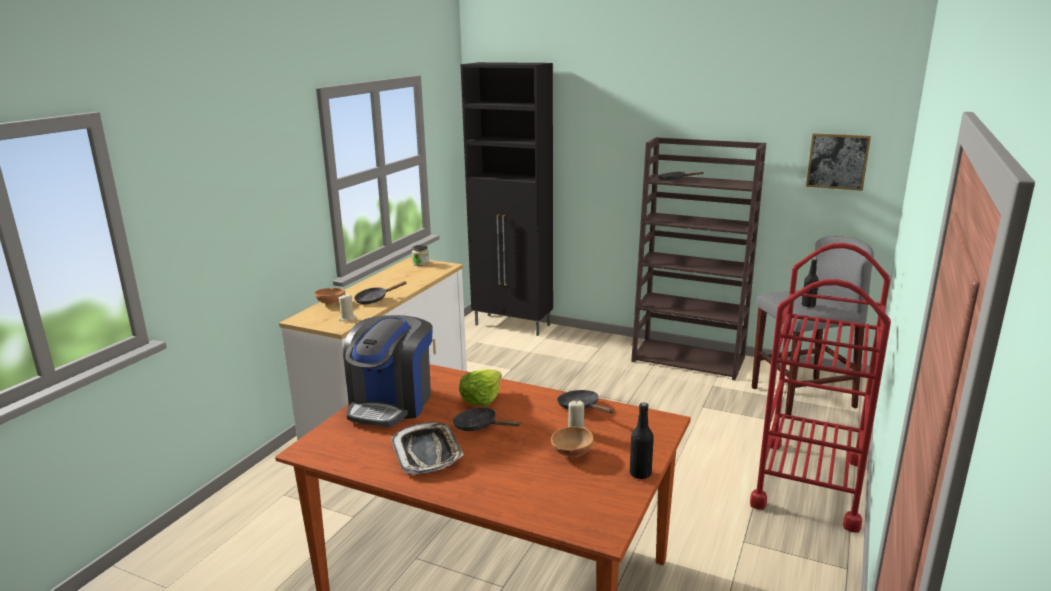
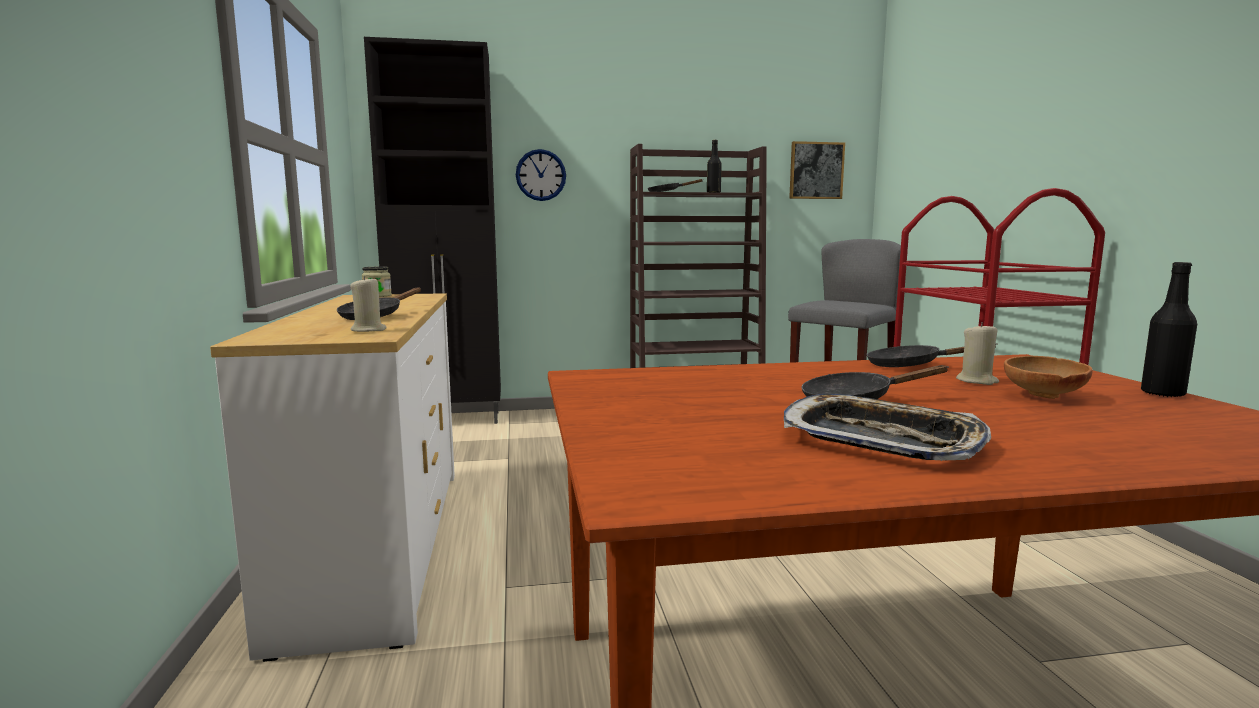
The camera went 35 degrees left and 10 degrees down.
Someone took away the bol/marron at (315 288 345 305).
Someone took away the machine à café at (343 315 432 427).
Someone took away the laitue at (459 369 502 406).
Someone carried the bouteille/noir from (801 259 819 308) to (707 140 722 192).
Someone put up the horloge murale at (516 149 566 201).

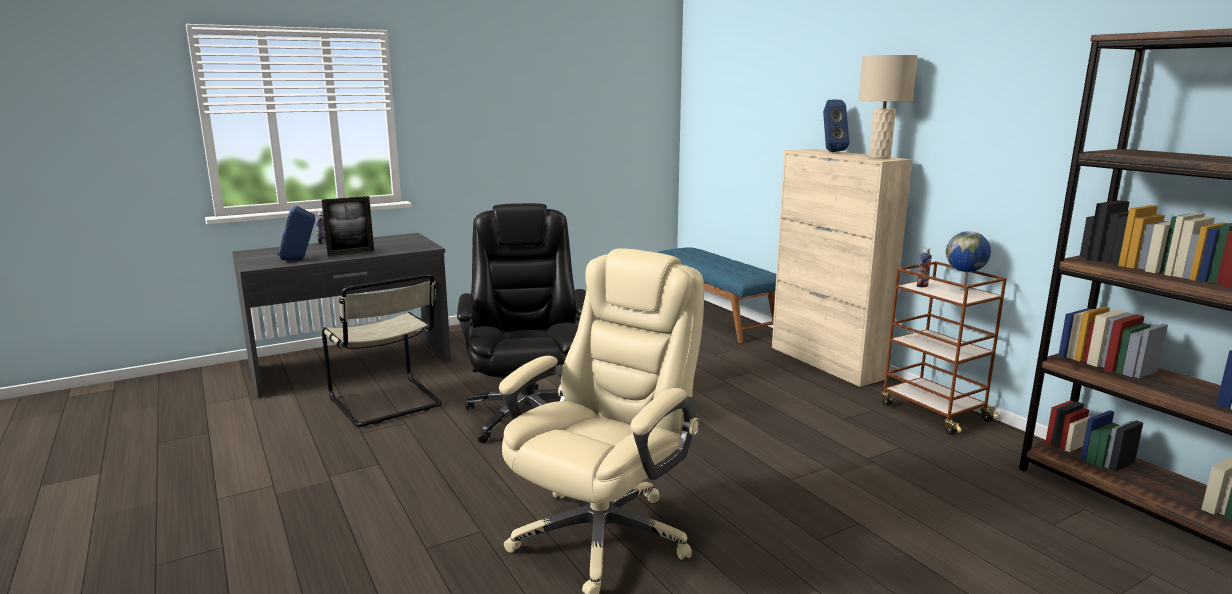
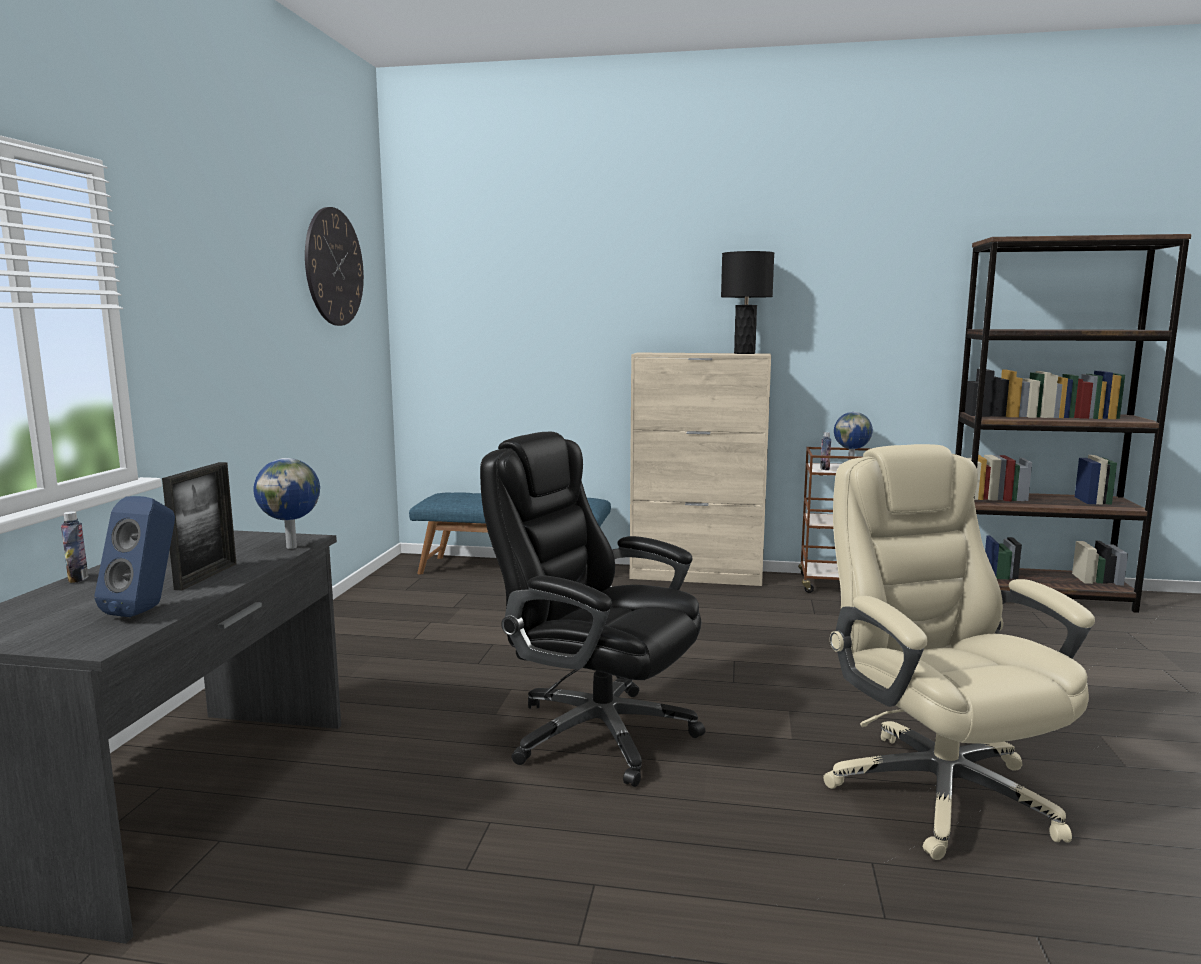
The camera went 50 degrees left and 5 degrees down.
Someone took away the chaise/beige at (322 274 442 427).
Someone took away the enceinte/bleu at (823 100 849 152).
Someone repainted the lampe de table/beige at (859 55 918 159), which became the lampe de table/noir at (721 251 774 354).
Someone put down the globe at (254 458 320 549).
Someone put up the horloge murale at (305 207 364 326).

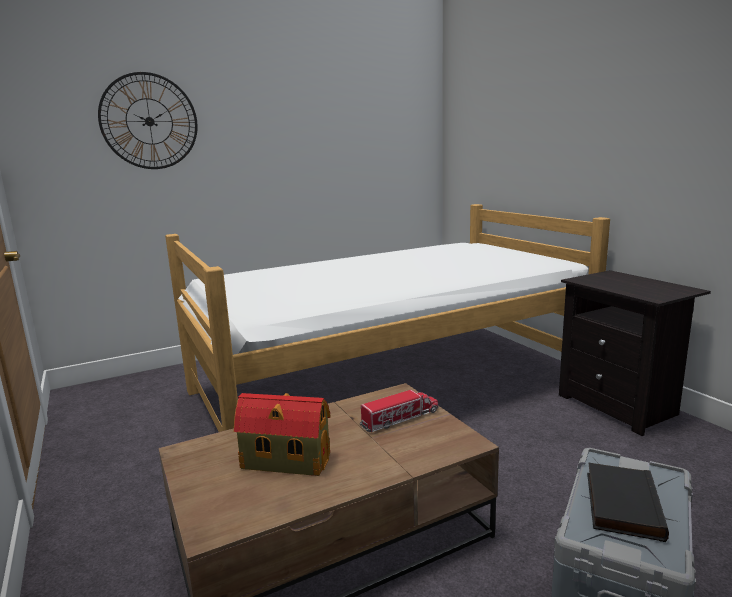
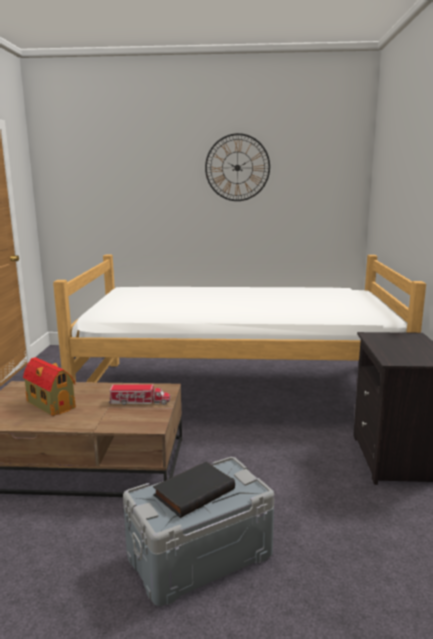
The camera went 30 degrees right and 0 degrees up.
Someone carried the horloge murale from (98 72 198 169) to (205 133 270 201).

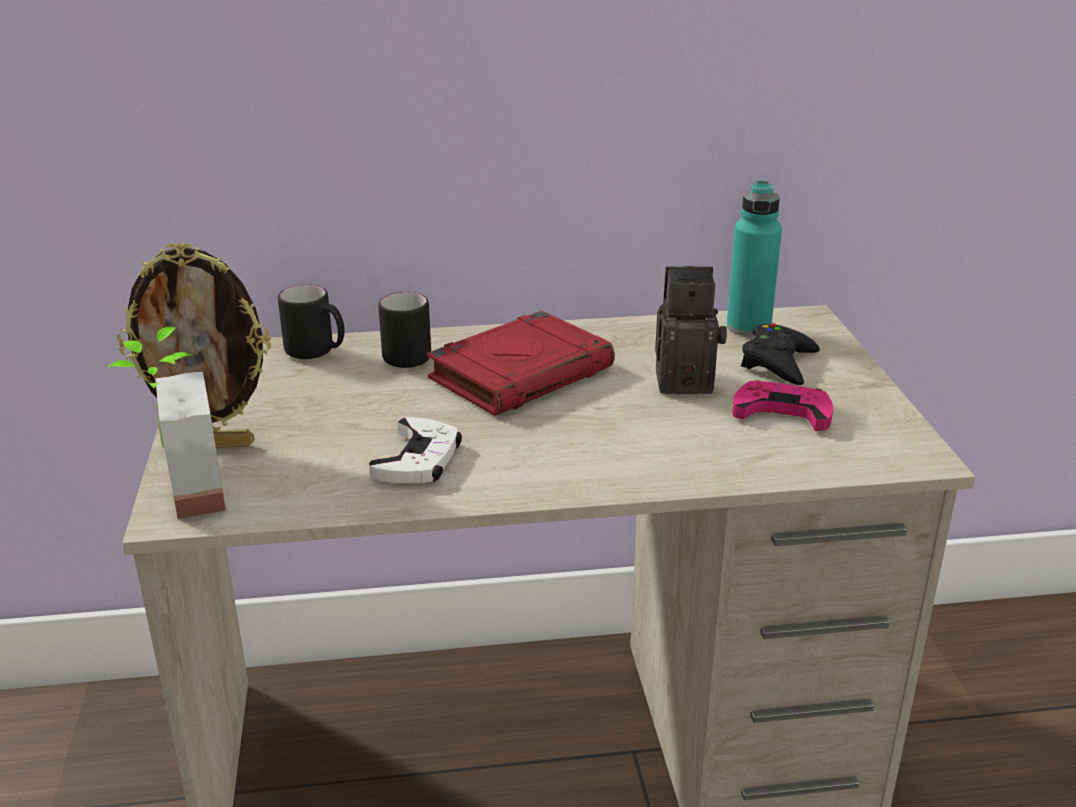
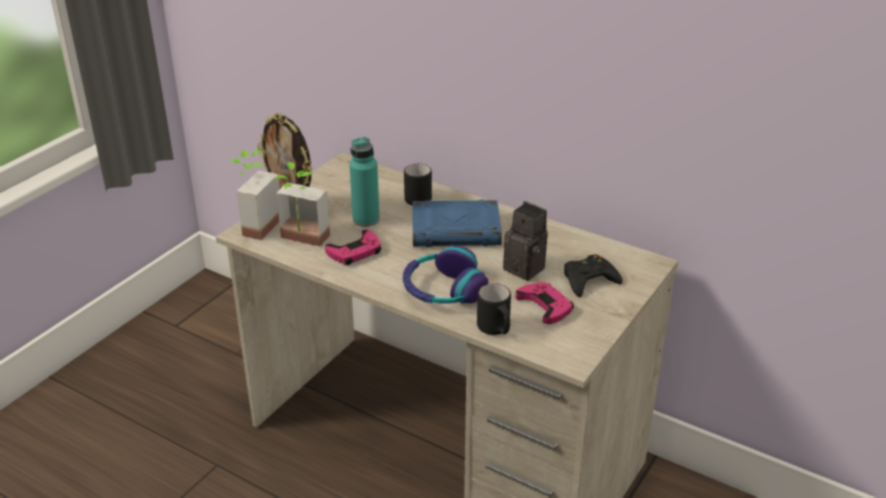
The camera went 40 degrees right and 5 degrees up.
Someone carried the mug/noir from (278 285 345 359) to (477 283 511 335).
Someone repainted the manette/blanc at (369 417 462 483), which became the manette/rose at (325 230 381 265).
Someone repainted the livre/rouge at (427 311 615 416), which became the livre/bleu at (412 199 502 247).
Someone carried the bouteille/turquoise from (726 180 782 337) to (349 137 380 227).
Someone put down the plante en pot at (275 162 330 246).
Someone put down the casque audio at (403 246 489 304).

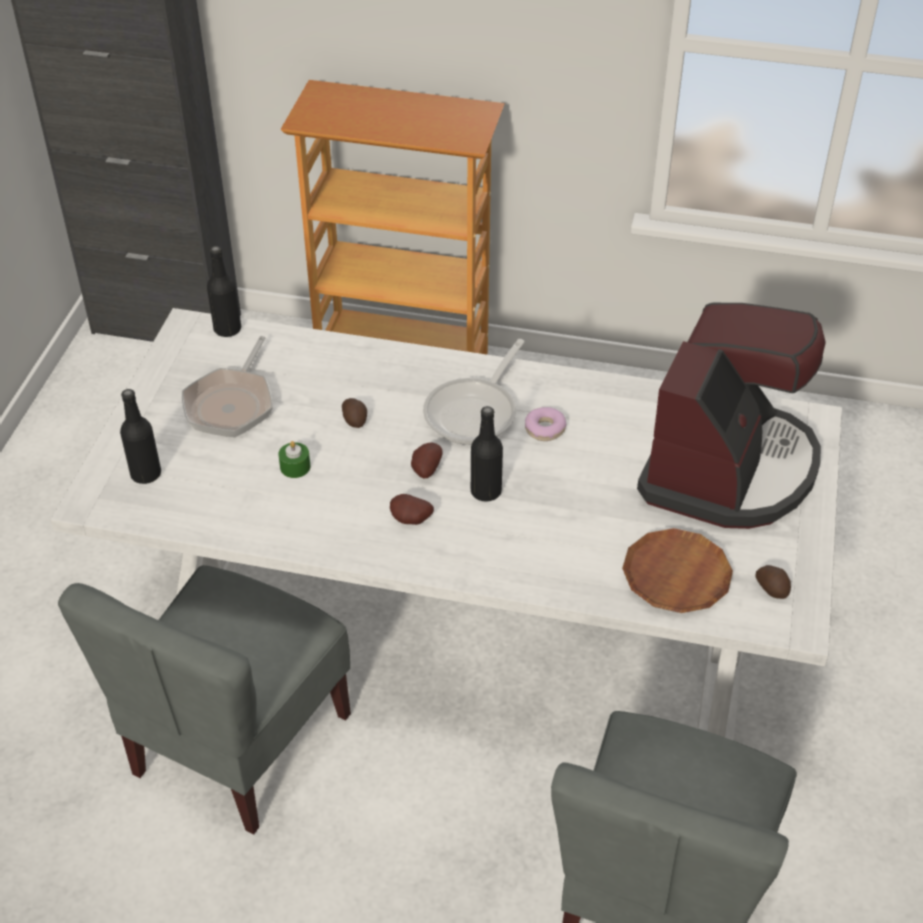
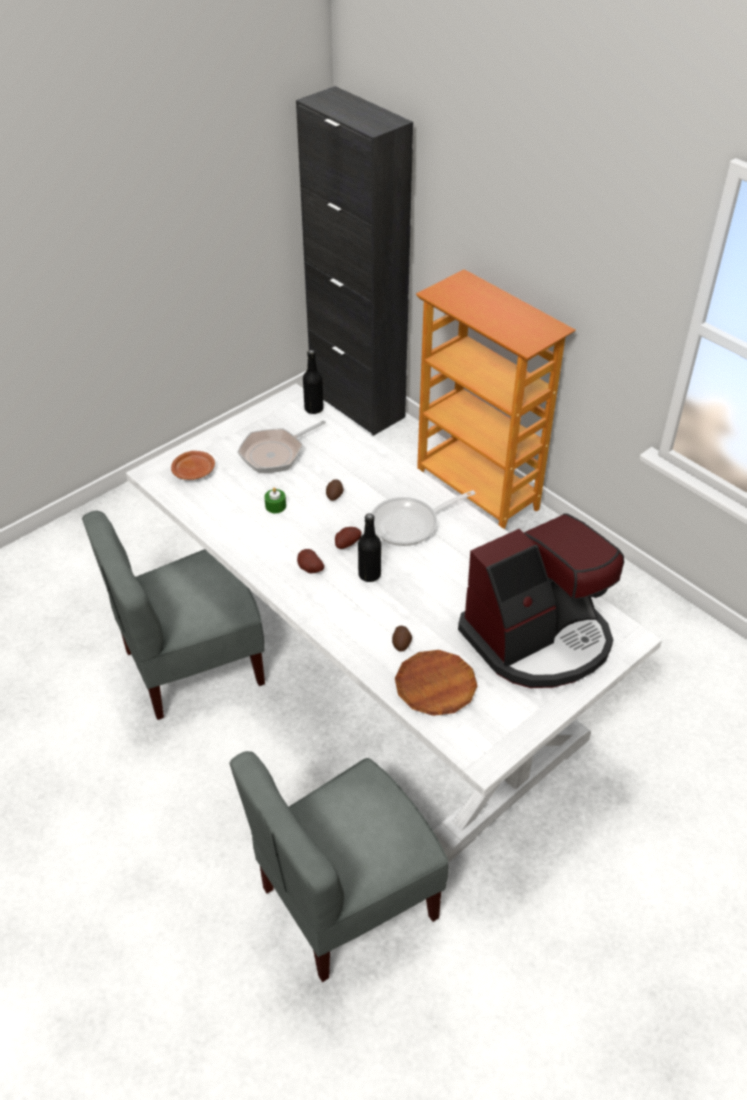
The camera went 35 degrees right and 0 degrees up.
Someone swapped the bouteille/noir at (120 389 161 484) for the assiette/marron at (171 451 215 480).
Someone took away the beignet at (525 407 566 441).
Someone carried the pomme de terre from (755 565 791 599) to (392 626 412 652).

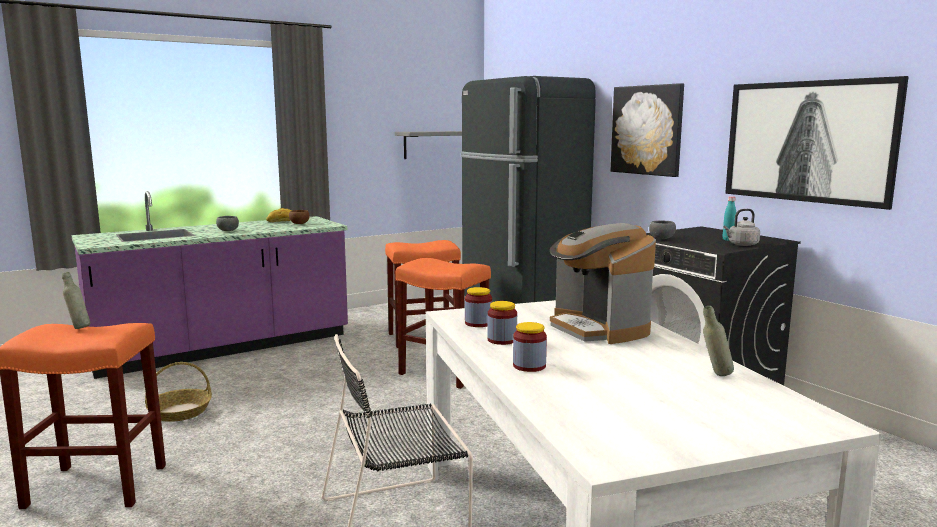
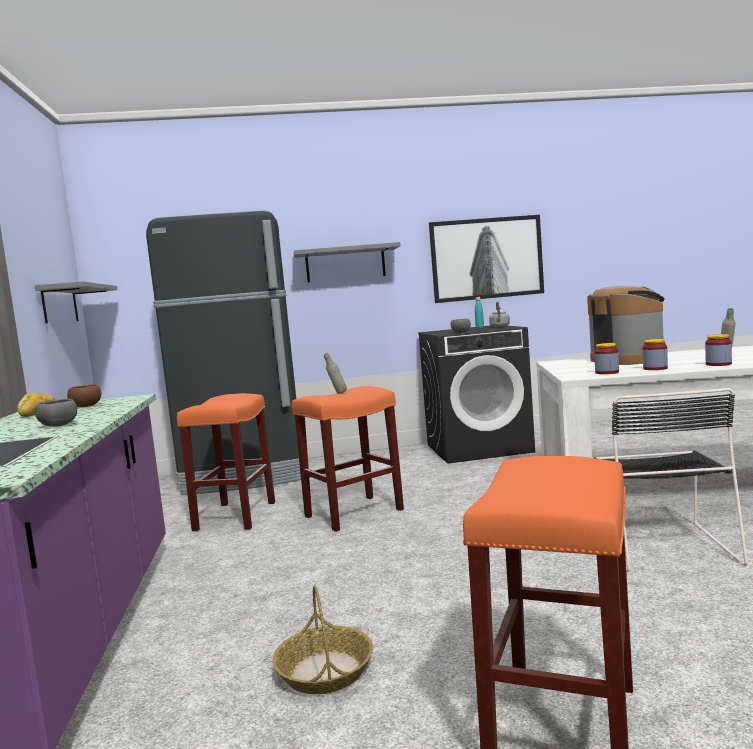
The camera went 65 degrees left and 5 degrees down.
Someone carried the bouteille/gris from (62 272 90 329) to (324 353 347 394).
Someone rotated the machine à café at (550 223 656 344) by 105 degrees counterclockwise.
Someone swapped the tableau at (611 83 684 177) for the étagère/gris at (294 242 401 282).

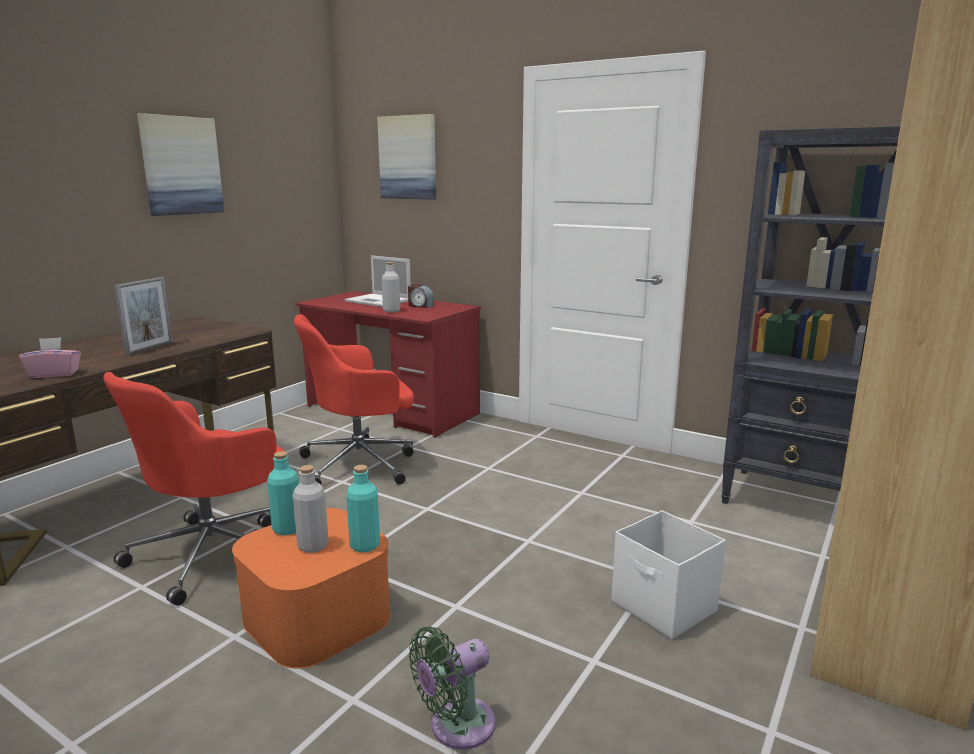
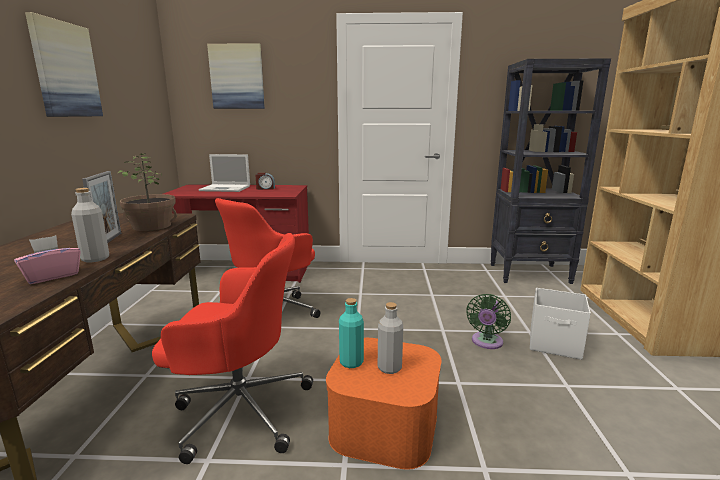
The camera went 30 degrees left and 0 degrees up.
Someone rotated the chaise de bureau/rouge at (103 372 285 606) by 90 degrees counterclockwise.
Someone took away the bouteille/turquoise at (346 465 380 552).
Someone carried the bouteille/gris from (381 262 400 313) to (71 188 109 262).
Someone carried the ventilateur/vert from (409 626 495 749) to (466 294 511 349).
Someone put down the plante en pot at (118 153 177 231).

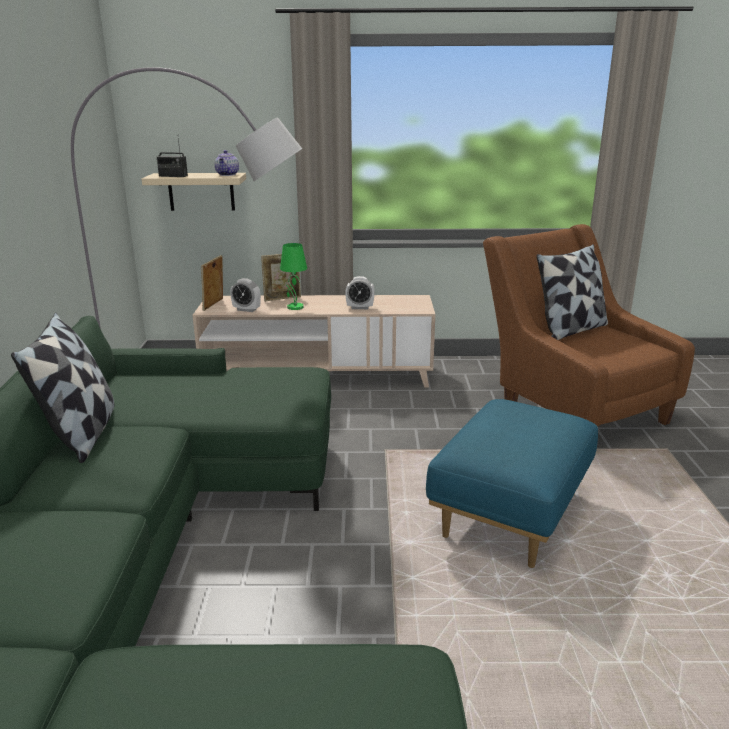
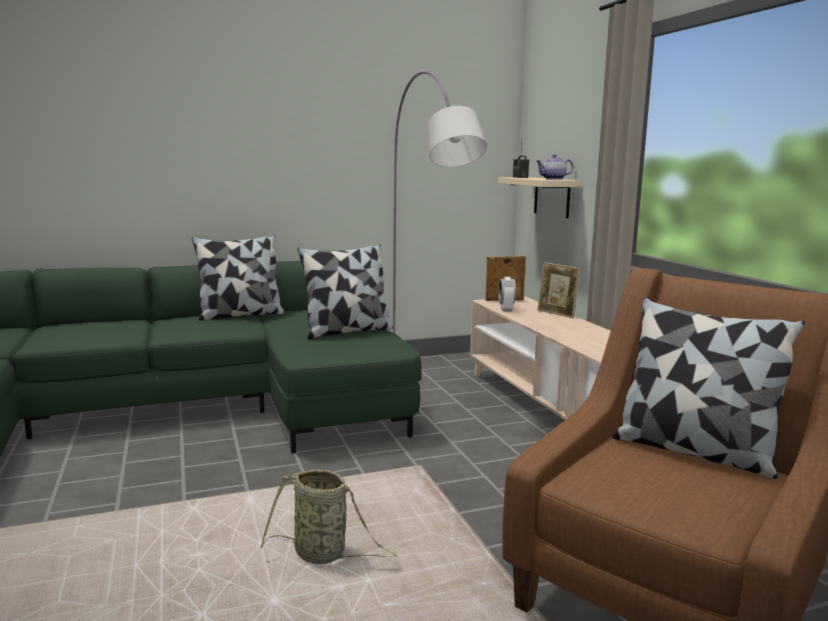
The camera went 70 degrees right and 10 degrees down.
Someone took away the lampe de table/vert at (280 243 307 310).
Someone took away the réveil at (345 276 375 309).
Someone swapped the pouf/bleu at (426 399 598 568) for the panier at (260 469 398 564).
Someone put down the coussin at (297 245 393 339).

